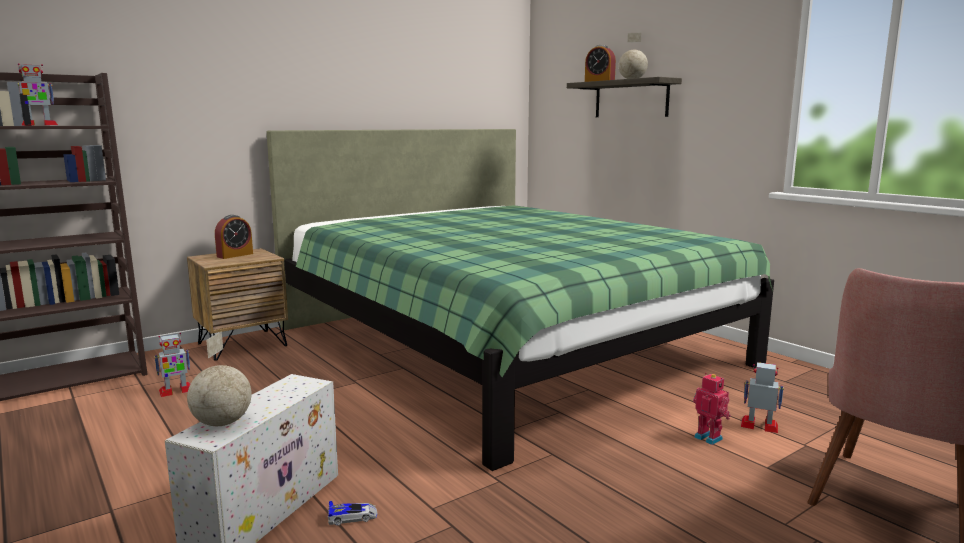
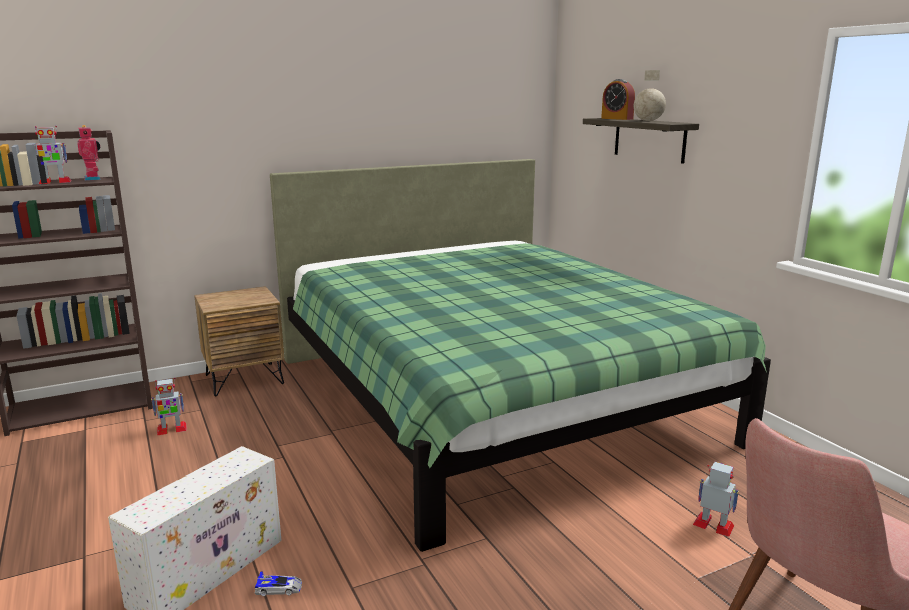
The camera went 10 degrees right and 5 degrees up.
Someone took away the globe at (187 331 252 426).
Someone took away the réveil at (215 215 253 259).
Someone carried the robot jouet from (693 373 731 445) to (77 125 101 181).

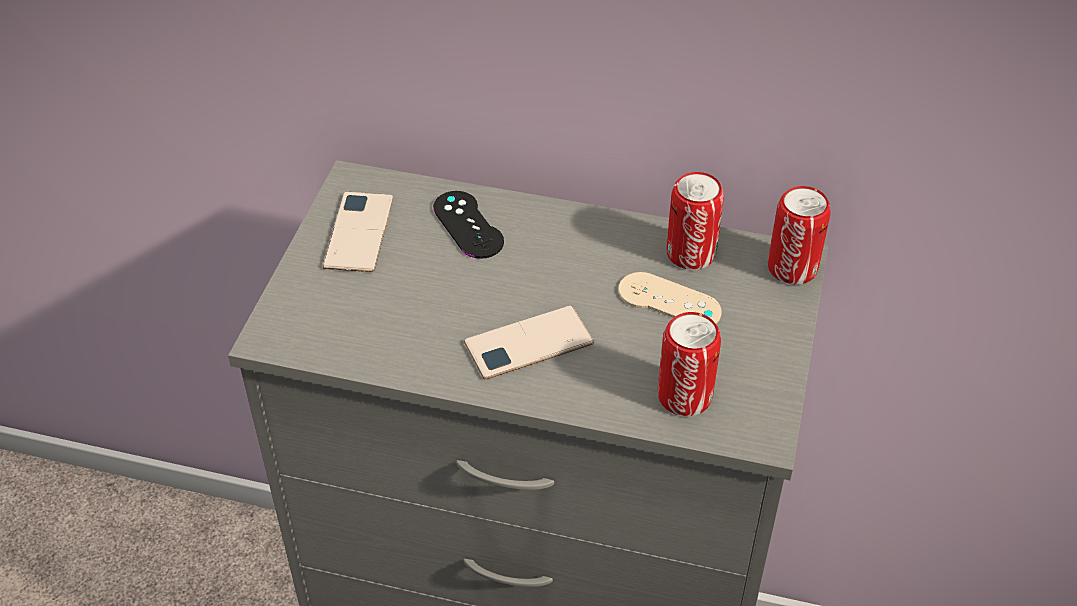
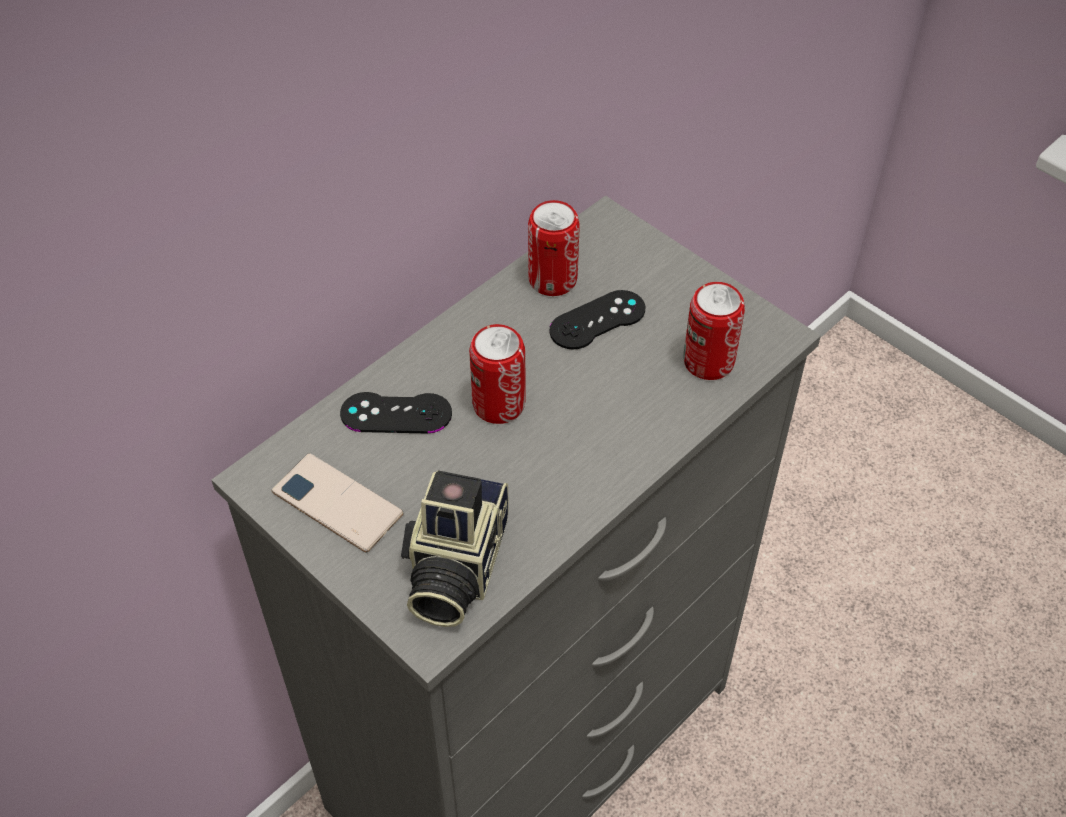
The camera went 60 degrees left and 5 degrees up.
Someone took away the téléphone at (464 306 594 379).
Someone repainted the manette/beige at (618 272 722 324), which became the manette/noir at (549 290 645 349).
Someone carried the boîte métallique from (768 186 830 284) to (469 324 526 424).
Someone put down the appareil photo at (401 470 508 627).

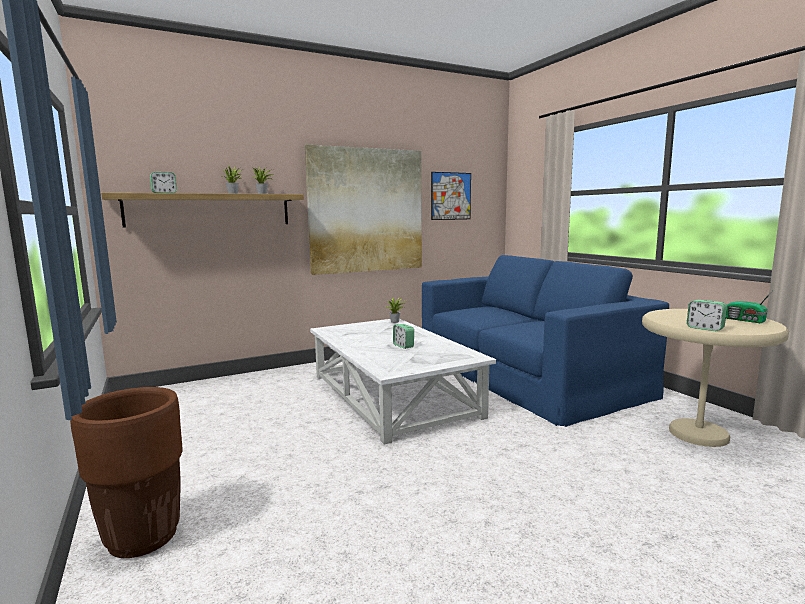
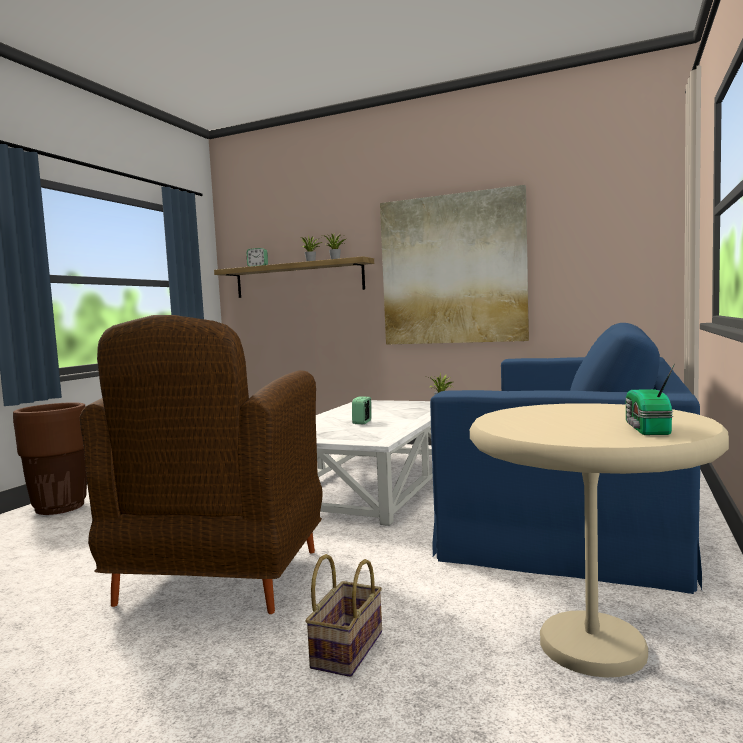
The camera went 50 degrees right and 5 degrees down.
Someone took away the tableau at (431 172 471 220).
Someone took away the réveil at (687 300 727 331).
Someone put down the fauteuil/marron at (80 315 323 614).
Someone put down the panier at (305 554 382 677).

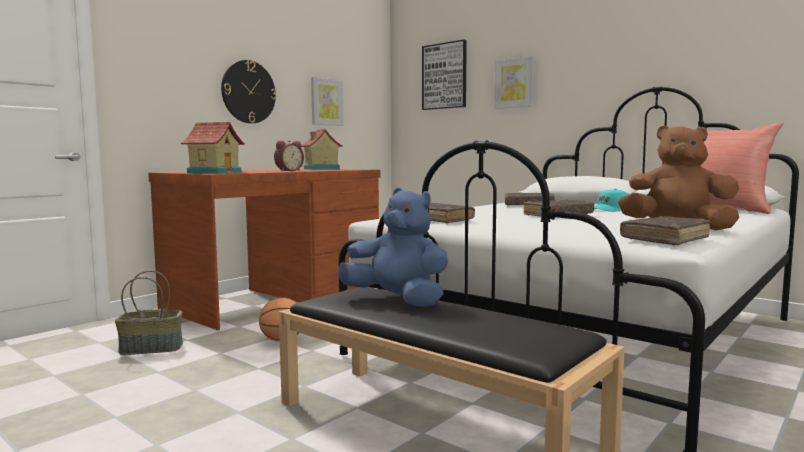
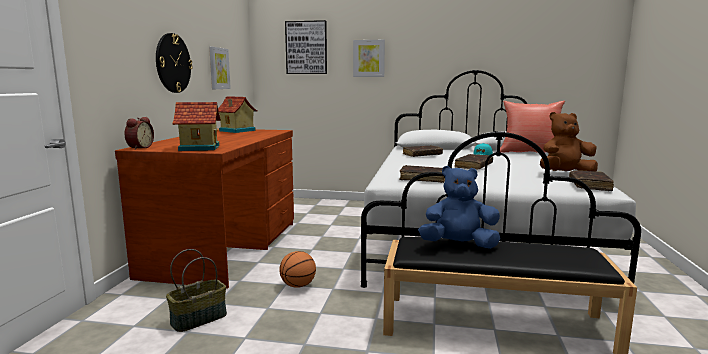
The camera went 30 degrees left and 5 degrees up.
Someone carried the réveil from (274 140 304 171) to (124 117 154 150).

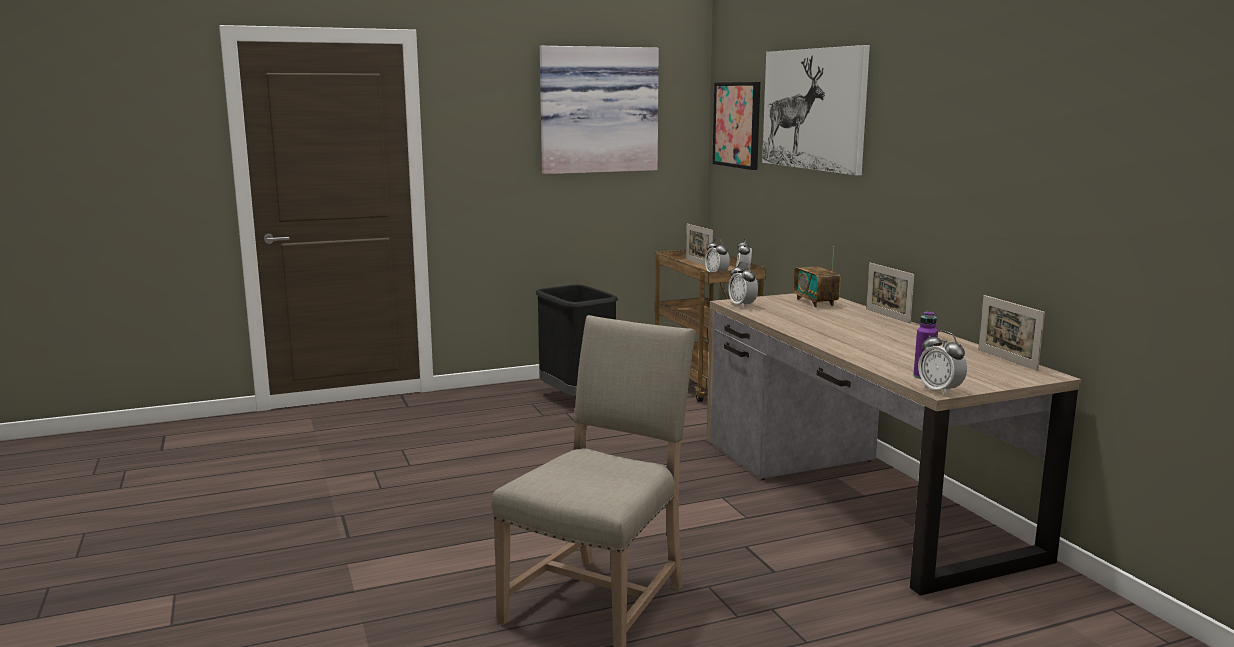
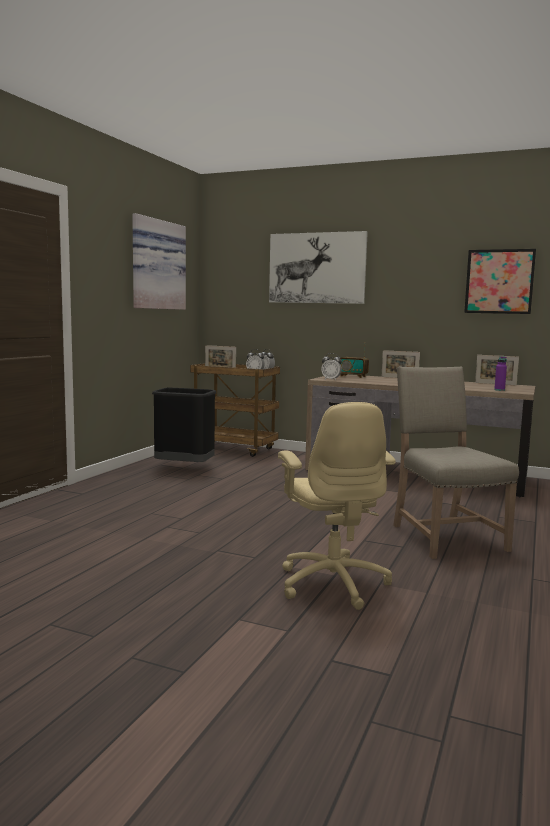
The camera went 45 degrees left and 5 degrees down.
Someone carried the tableau from (712 82 760 170) to (464 249 536 314).
Someone took away the réveil at (918 330 967 396).
Someone put down the chaise de bureau/beige at (278 402 396 610).

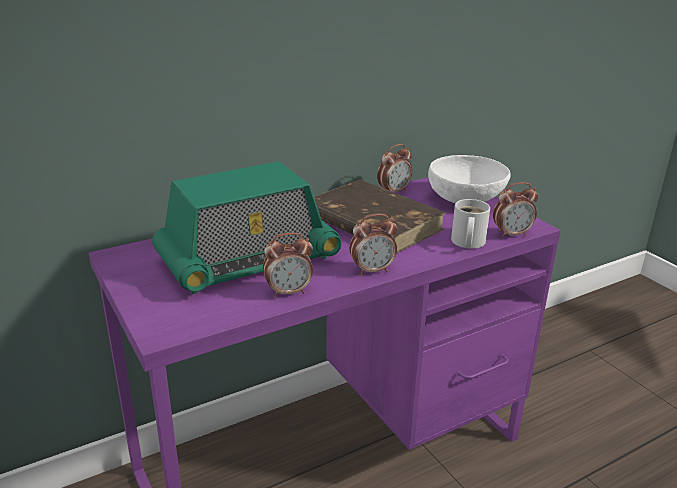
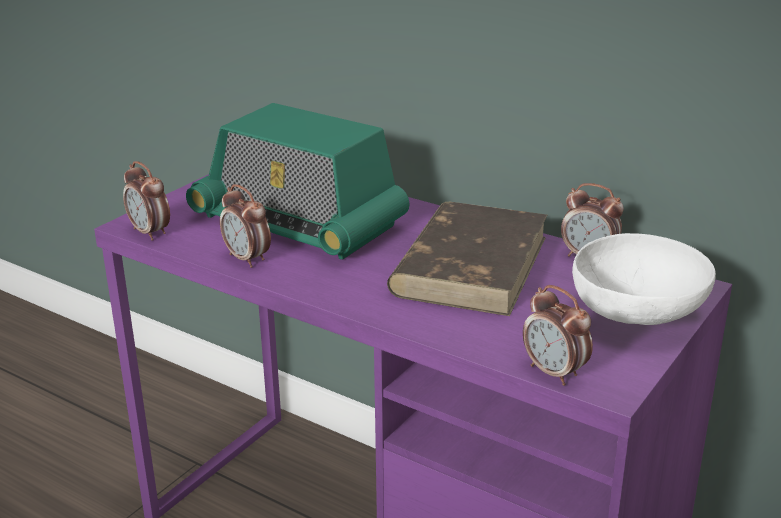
The camera went 65 degrees right and 0 degrees up.
Someone carried the réveil from (349 214 397 275) to (123 161 170 241).
Someone took away the mug/blanc at (451 199 490 249).

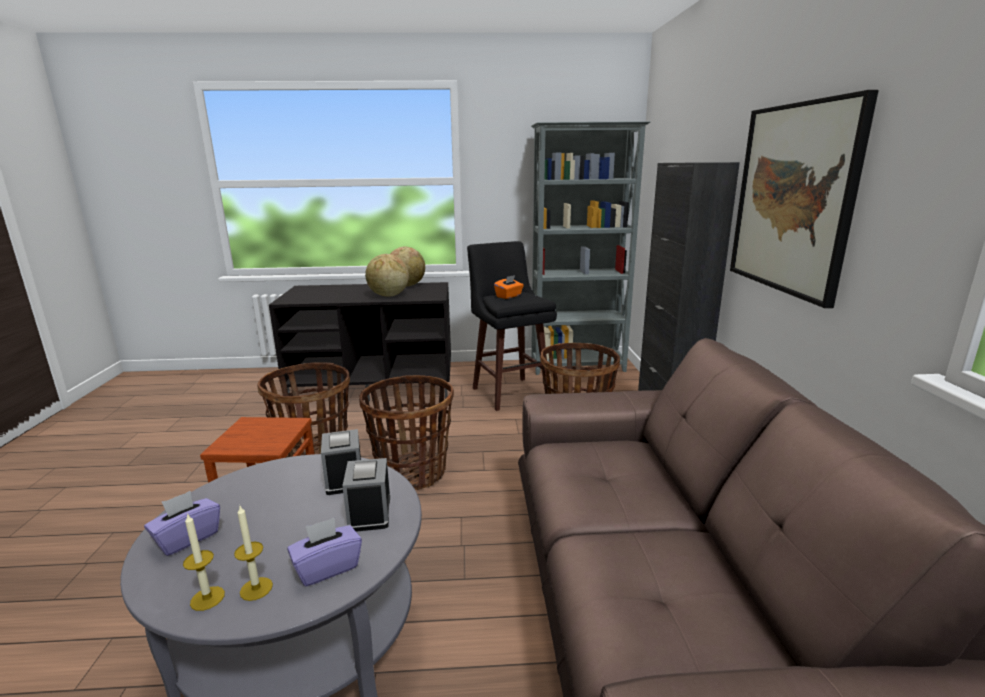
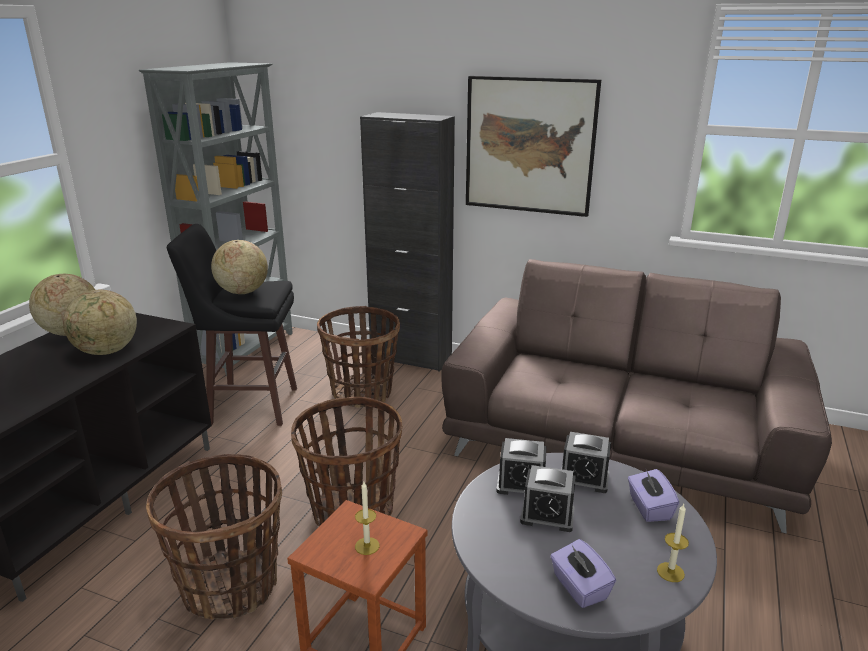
The camera went 65 degrees left and 5 degrees up.
Someone carried the bougie from (234 506 273 601) to (355 482 380 555).
Someone swapped the boîte à mouchoirs/orange at (494 275 524 299) for the globe at (211 240 268 294).
Someone put down the réveil at (520 465 576 532).

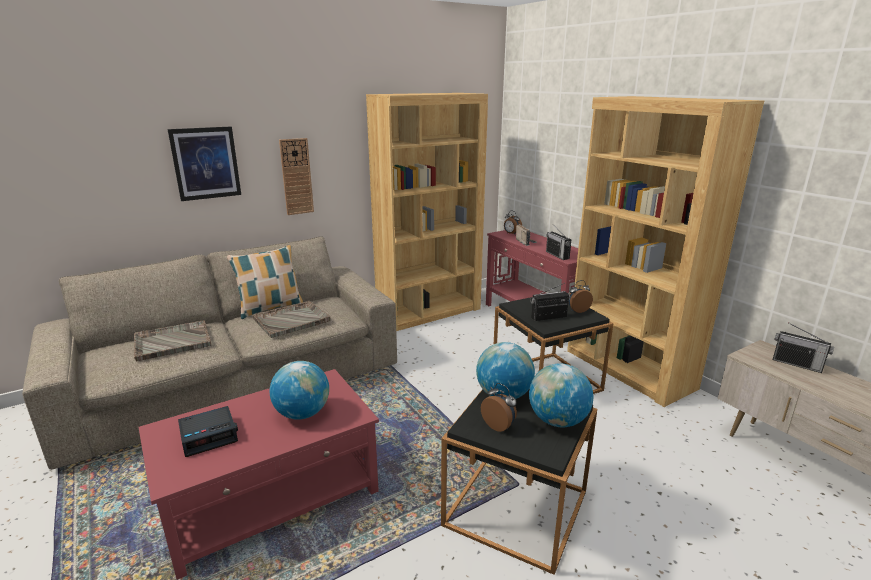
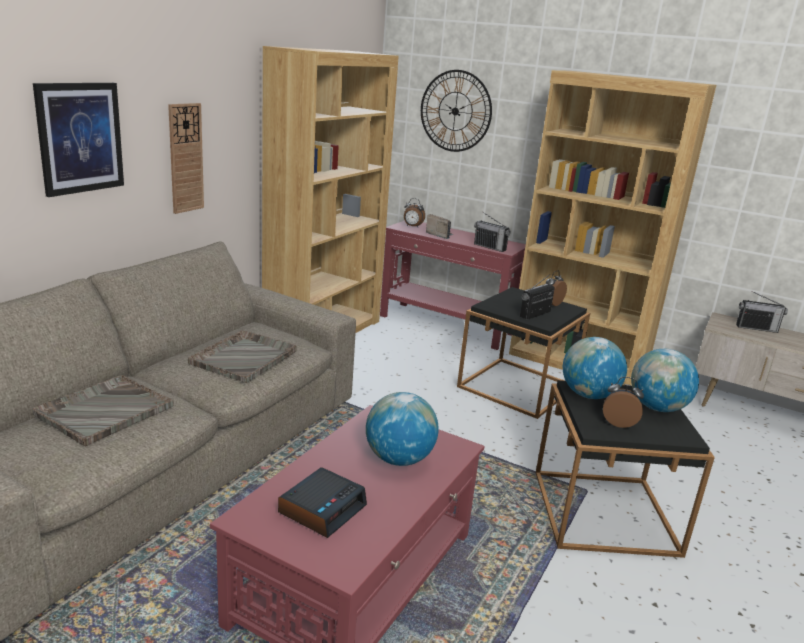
The camera went 30 degrees left and 0 degrees up.
Someone took away the coussin at (227 245 303 319).
Someone put up the horloge murale at (421 70 492 152).

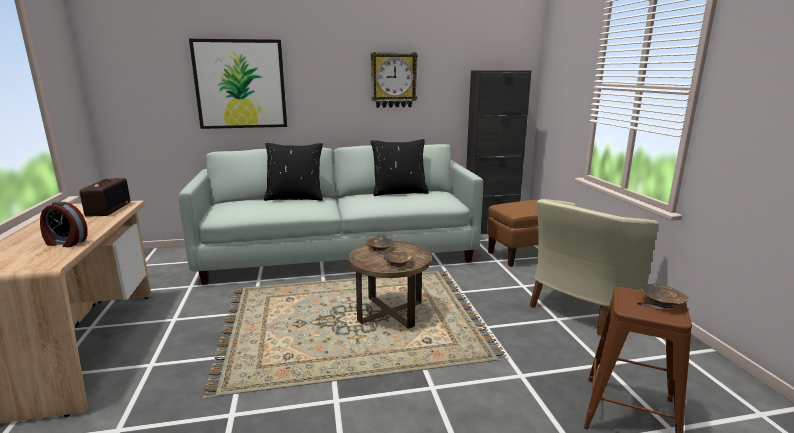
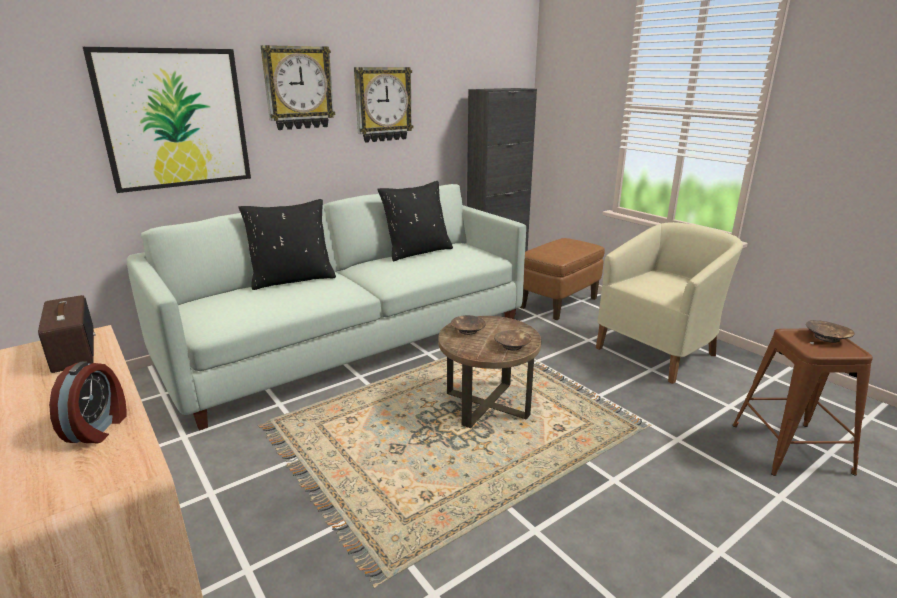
The camera went 25 degrees left and 5 degrees up.
Someone rotated the réveil at (40 202 88 247) by 75 degrees counterclockwise.
Someone rotated the fauteuil/beige at (530 199 659 335) by 150 degrees counterclockwise.
Someone put up the horloge murale at (261 45 335 130).

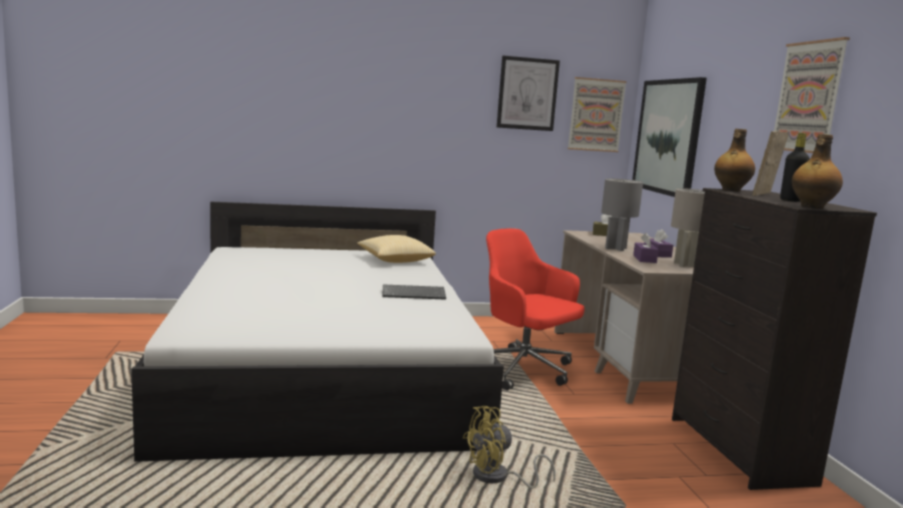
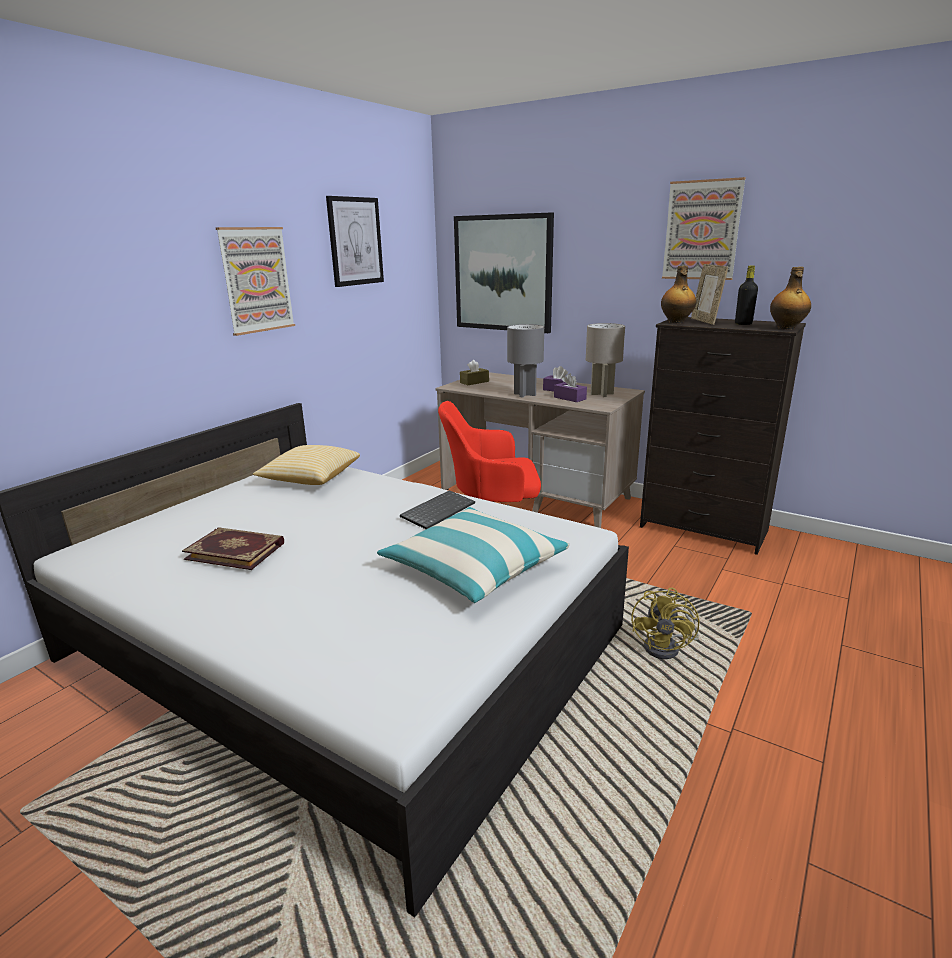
The camera went 45 degrees left and 10 degrees up.
Someone carried the tableau from (568 77 627 152) to (216 227 295 336).
Someone put down the livre at (182 527 284 570).
Someone put down the coussin at (377 507 569 603).

